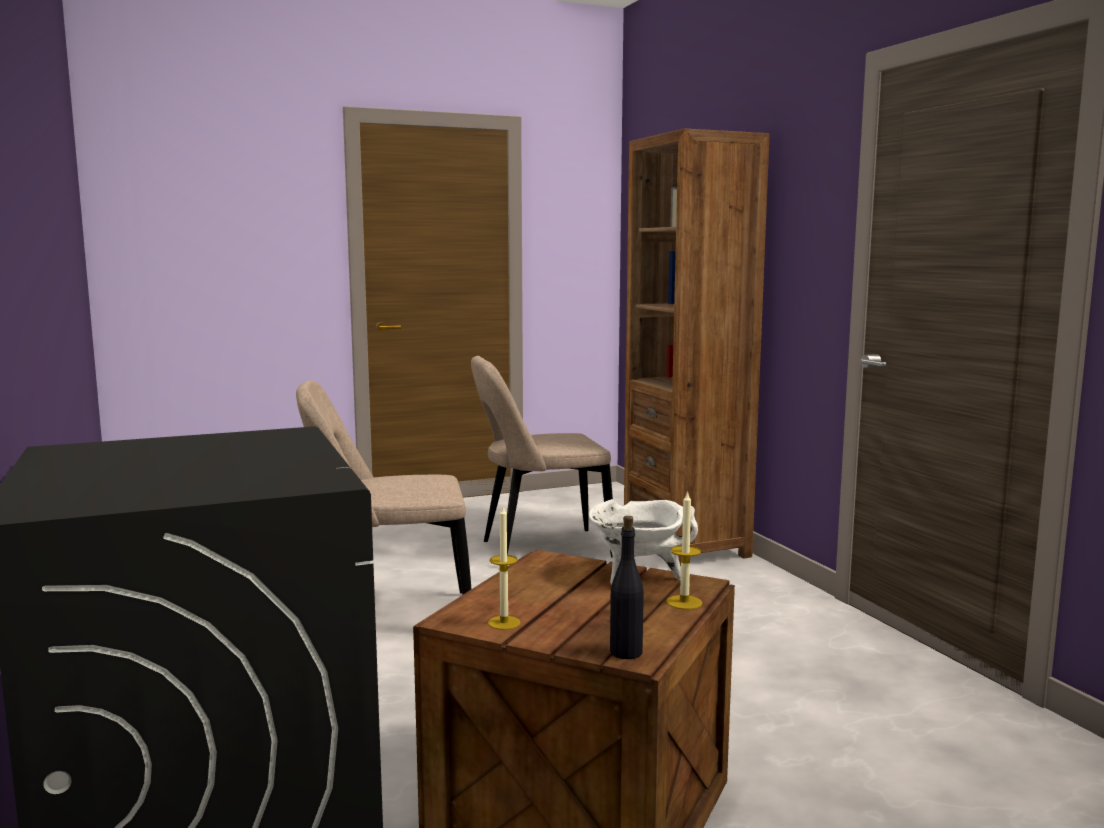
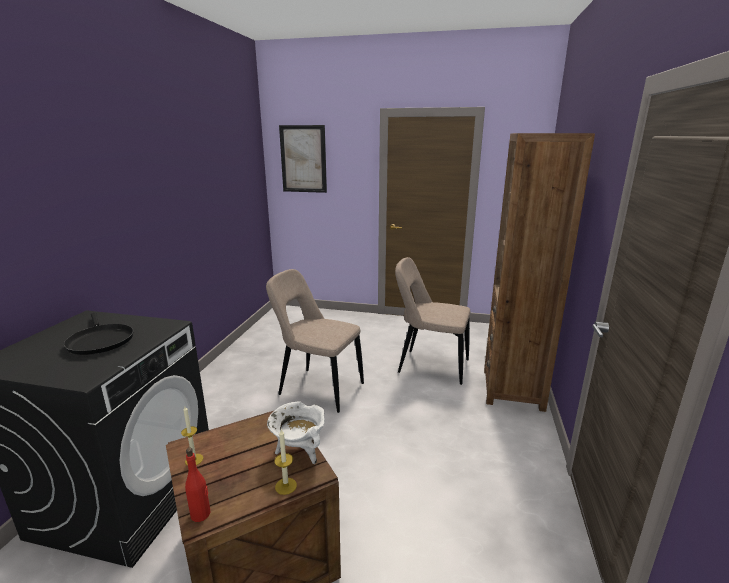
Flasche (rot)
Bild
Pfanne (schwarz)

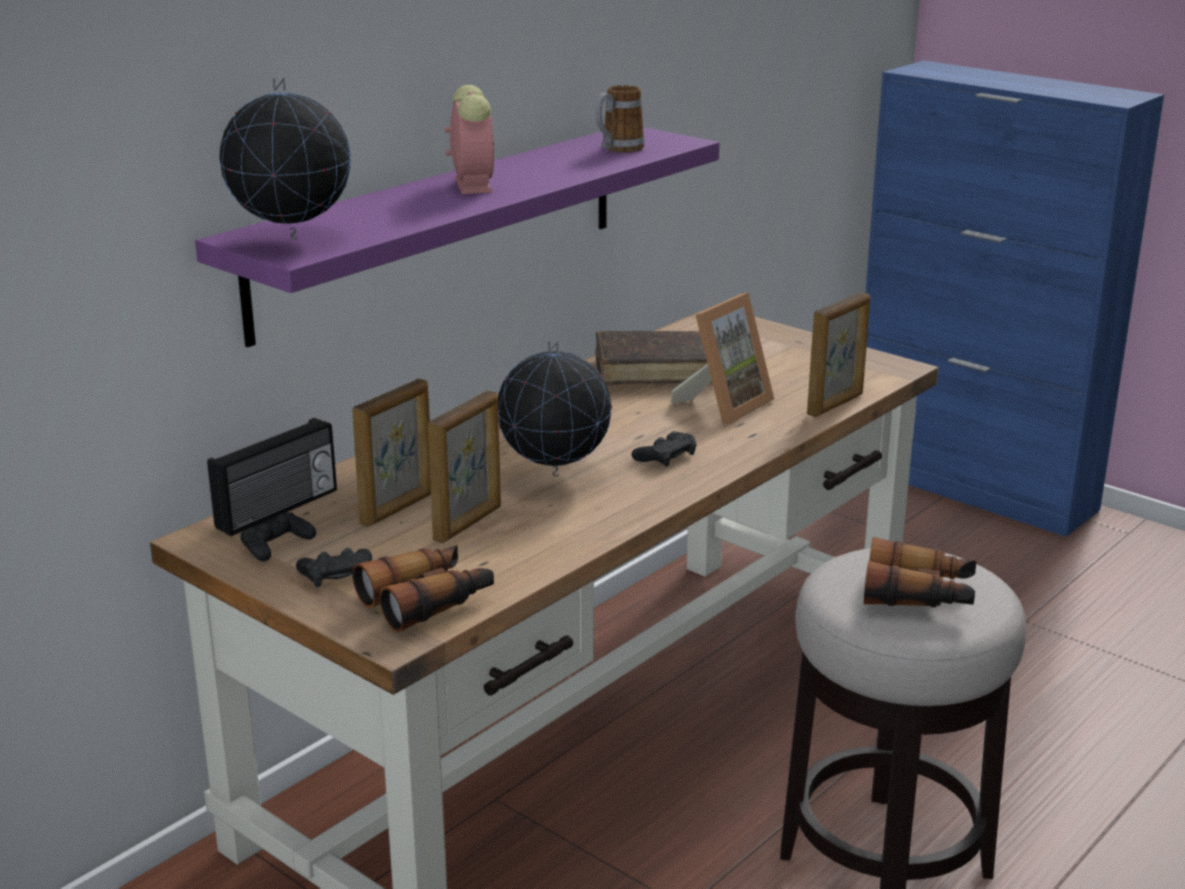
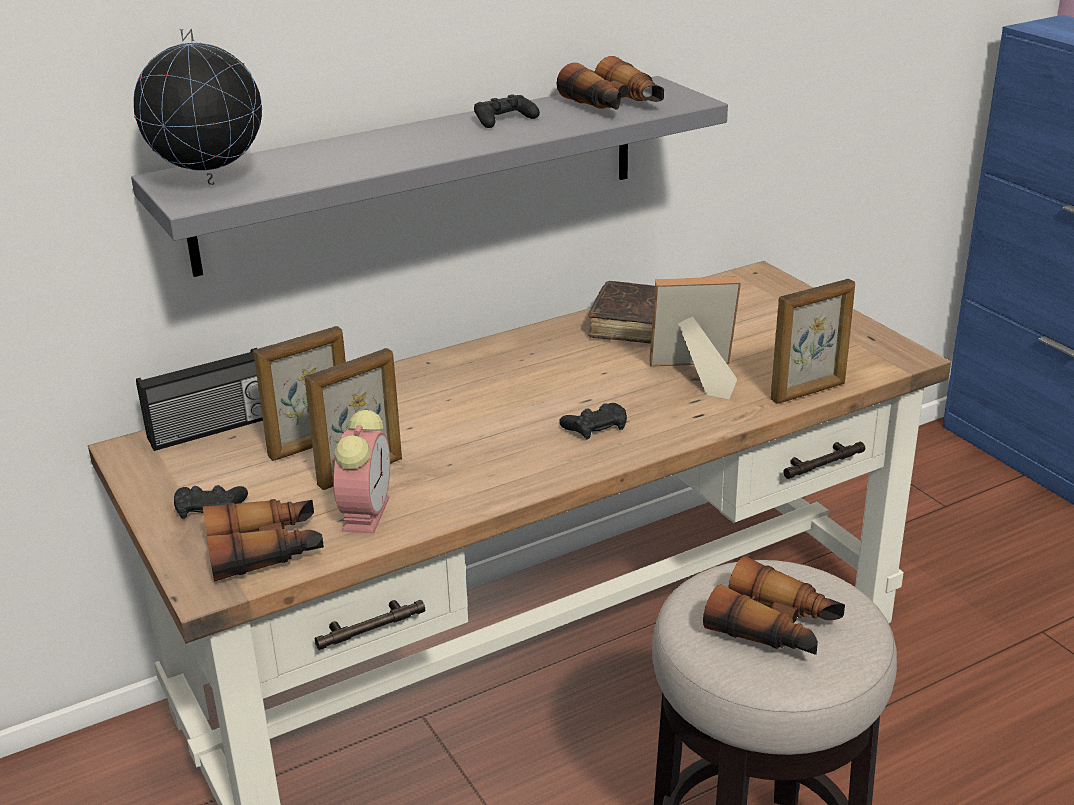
Wecker
Fernglas (2nd from left)
Wandregal (grau)
Bilderrahmen (3rd from left)
Globus (2nd from left in the first image)
Gamepad (schwarz) (2nd from left)

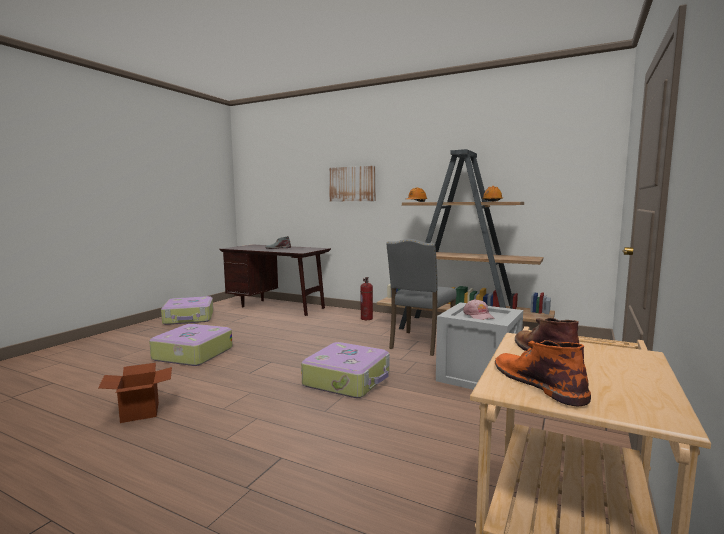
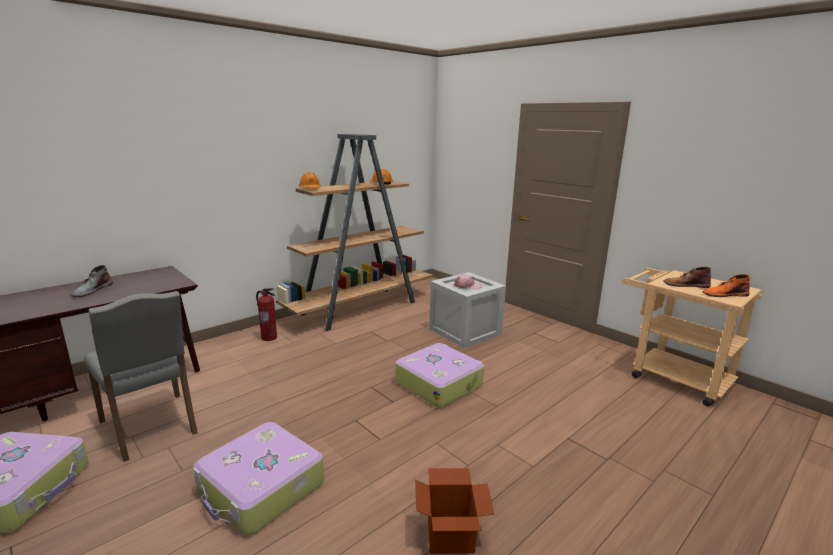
Bild
Stuhl (grau)

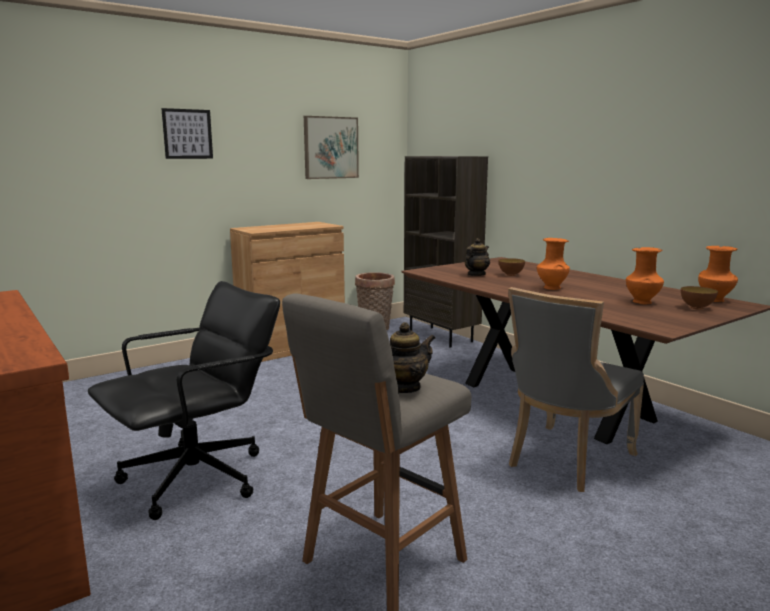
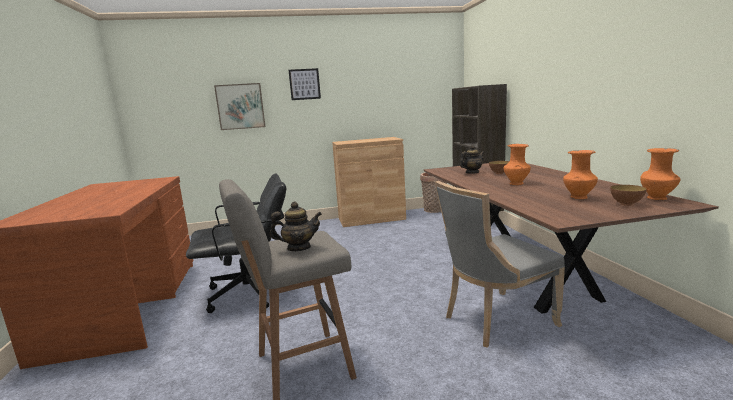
Bild (1st from left)

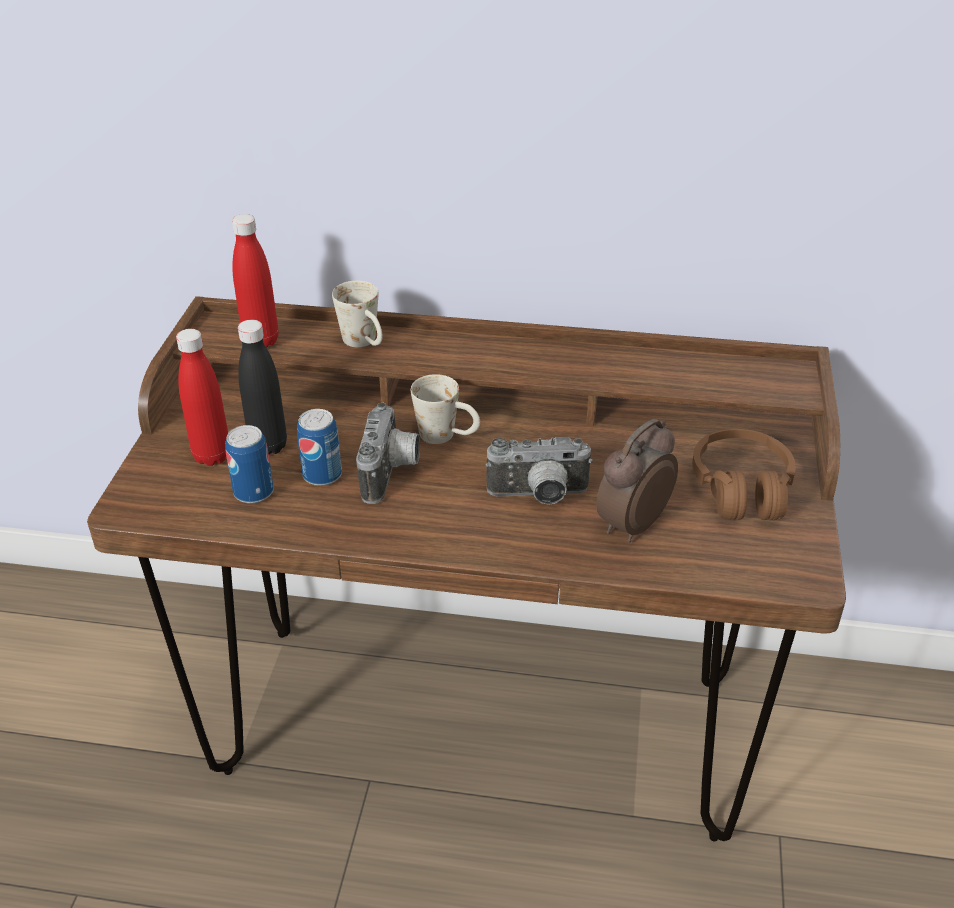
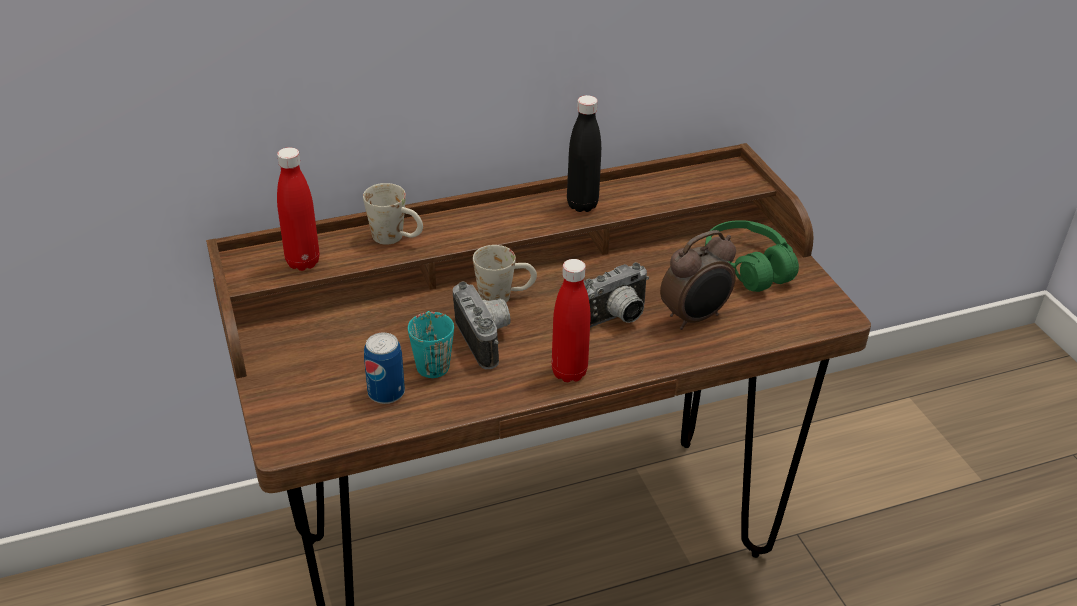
Flasche (schwarz)
Flasche (rot) (2nd from left)
Henkelbecher (türkis)
Wecker
Kopfhörer (grün)

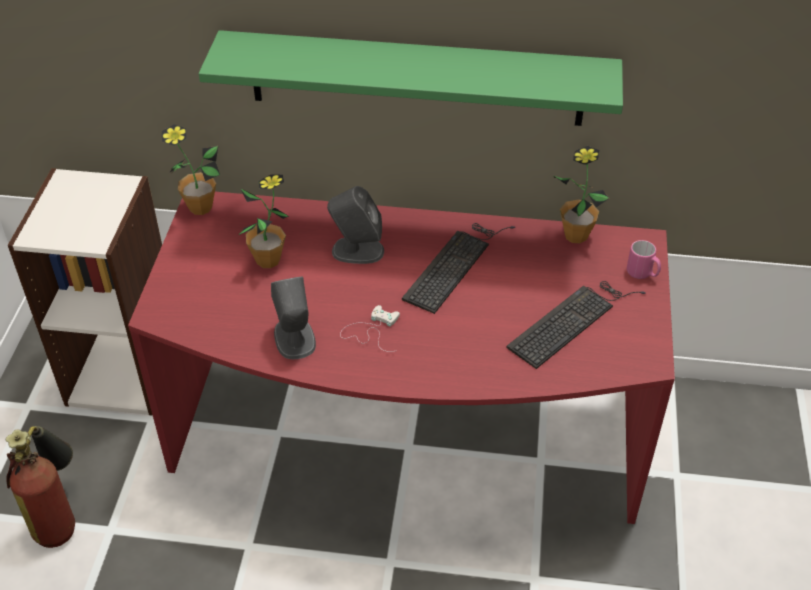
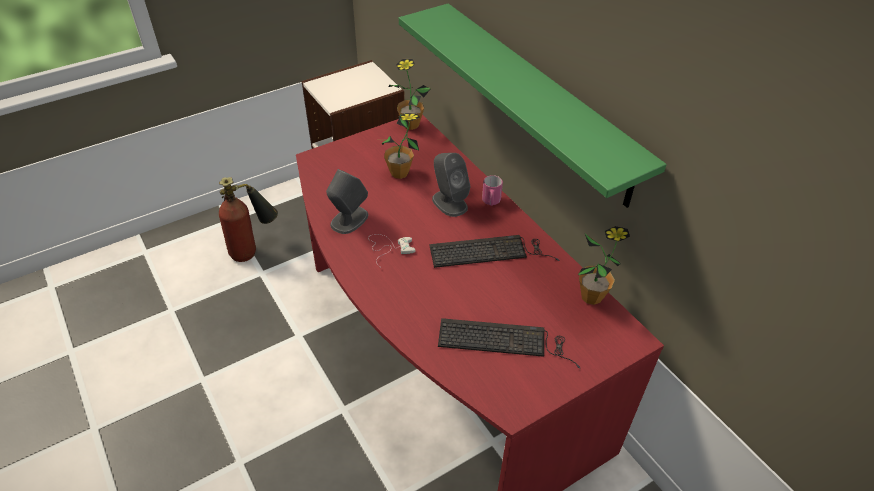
Henkelbecher (rosa)

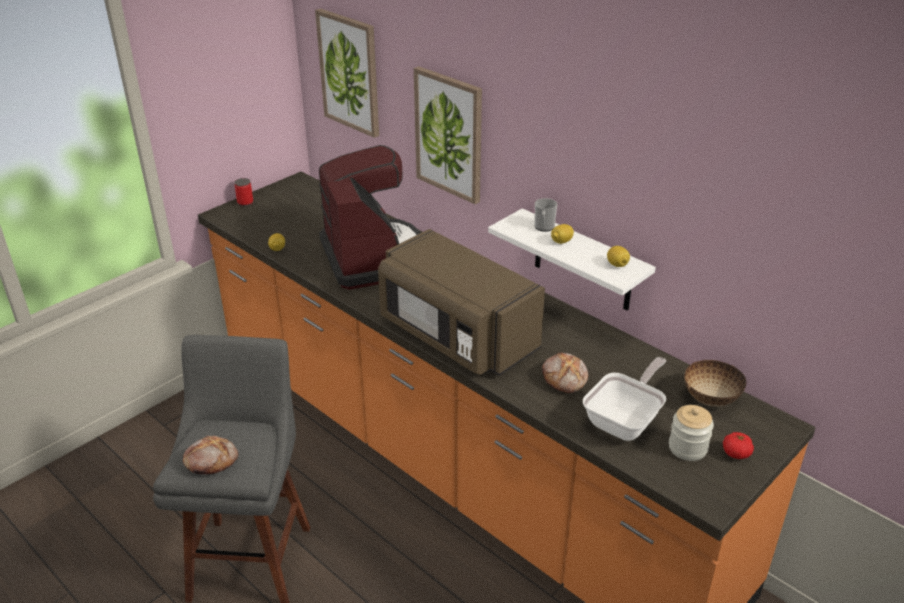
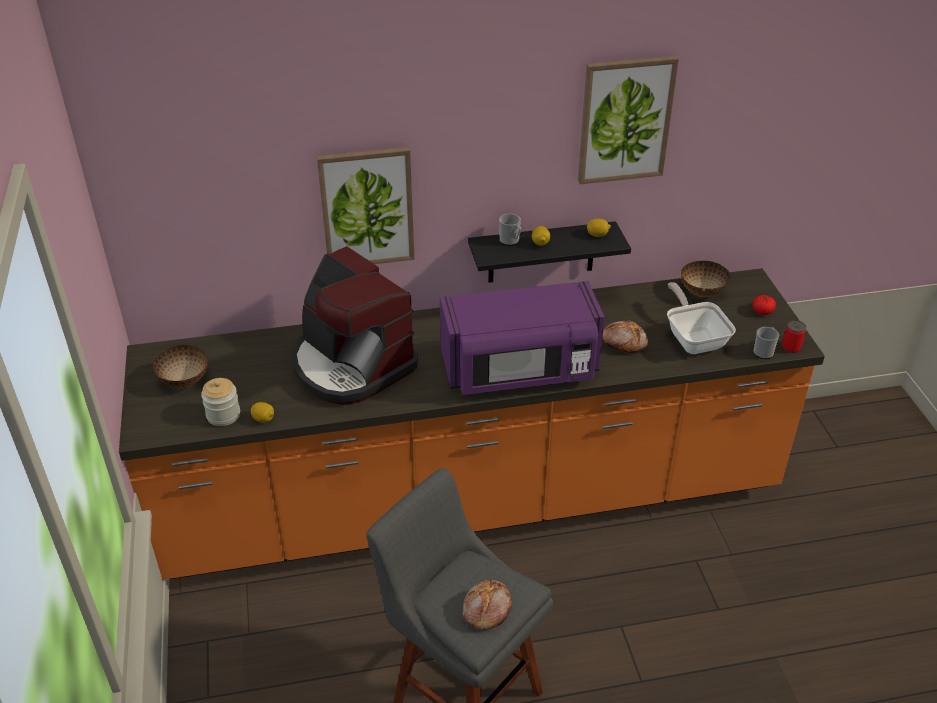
Bild (2nd from left)
Kaffeemaschine
Dose
Wandregal (schwarz)
Mikrowelle (lila)
Vorratsglas
Henkelbecher (2nd from left)
Schüssel (1st from left)

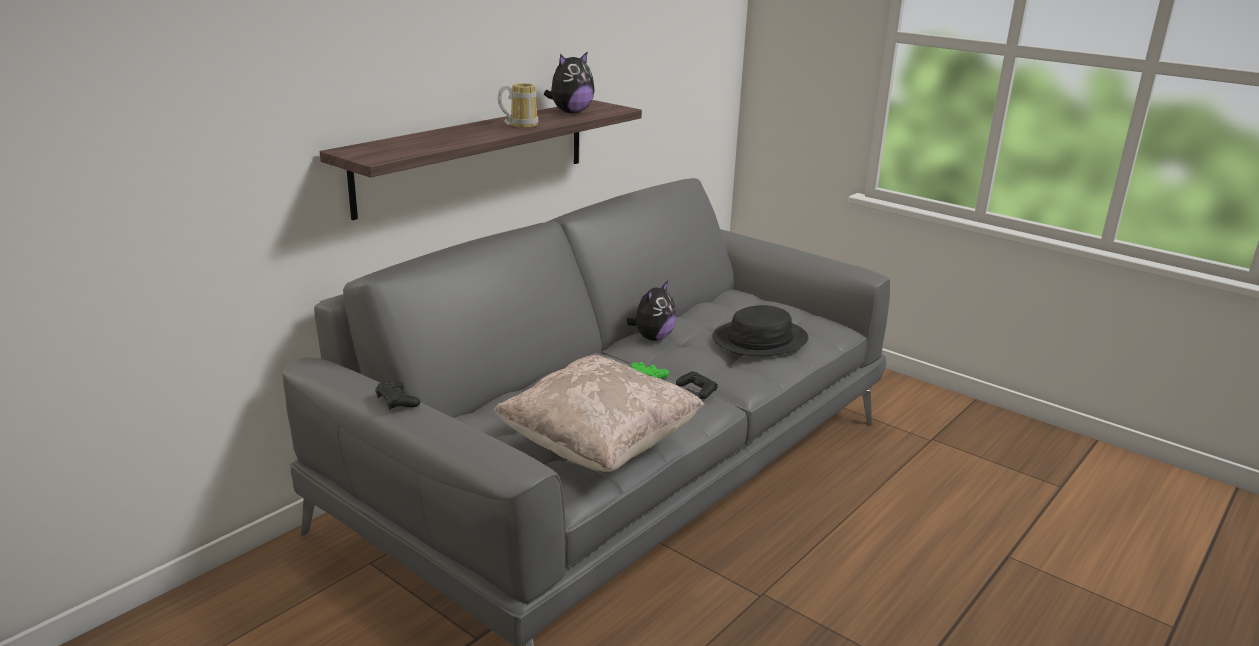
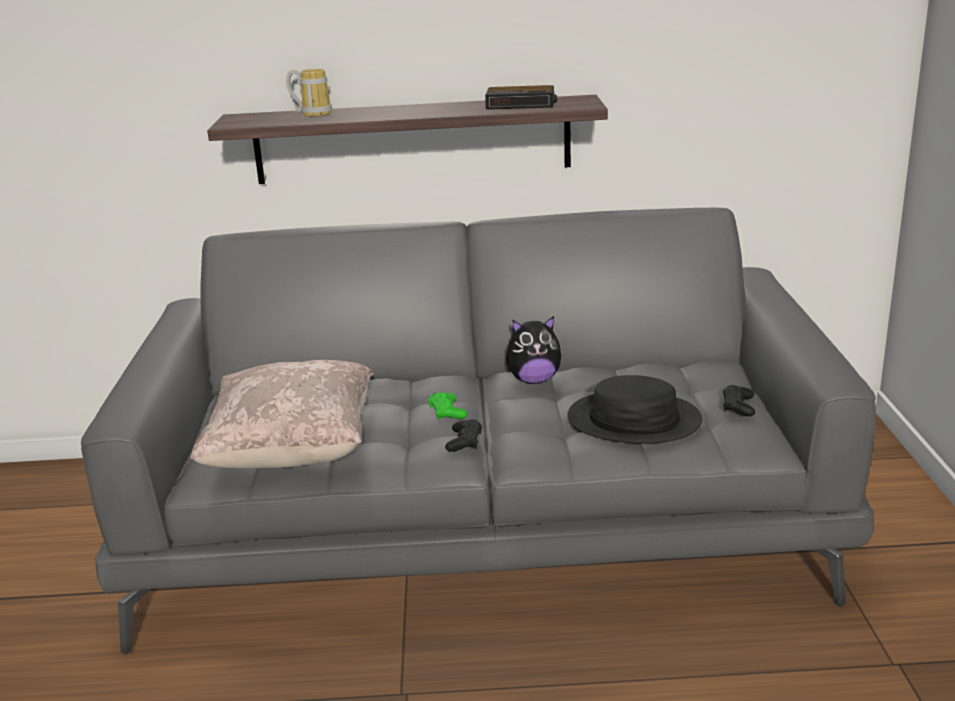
Wecker
Henkelbecher
Gamepad (schwarz) (2nd from left)

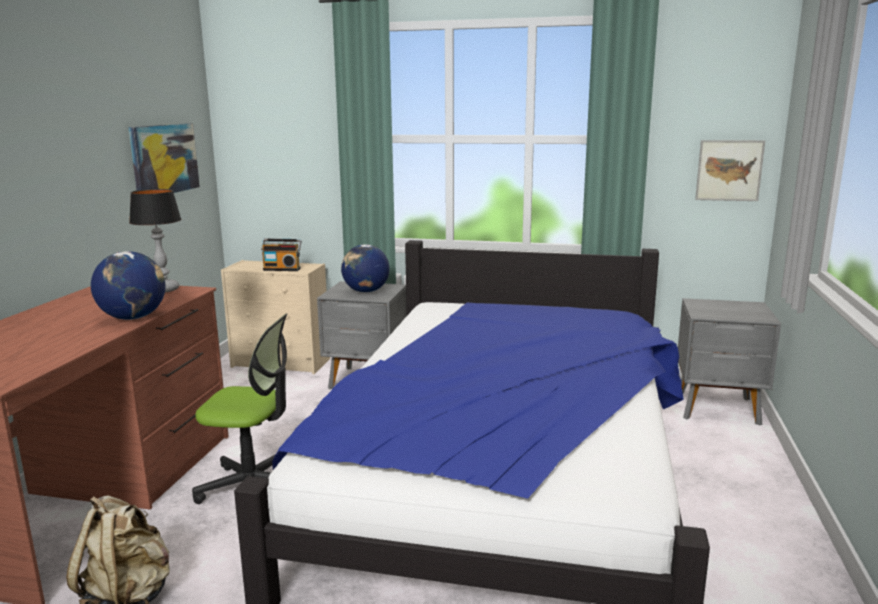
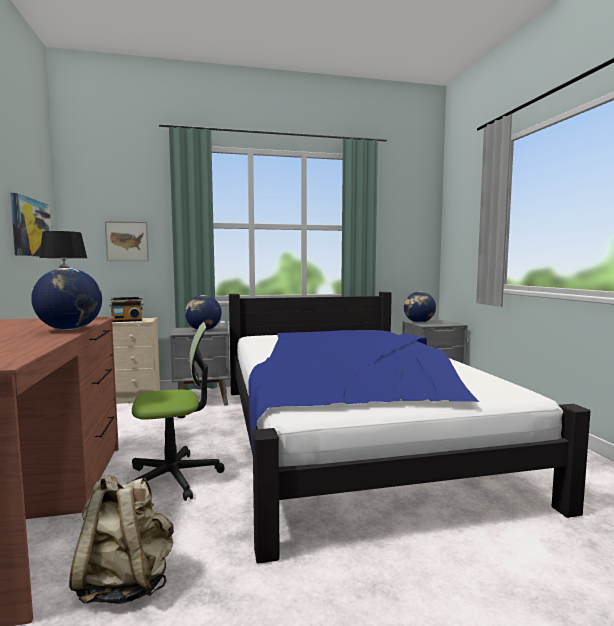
Bild (2nd from left)
Globus (3rd from left)

